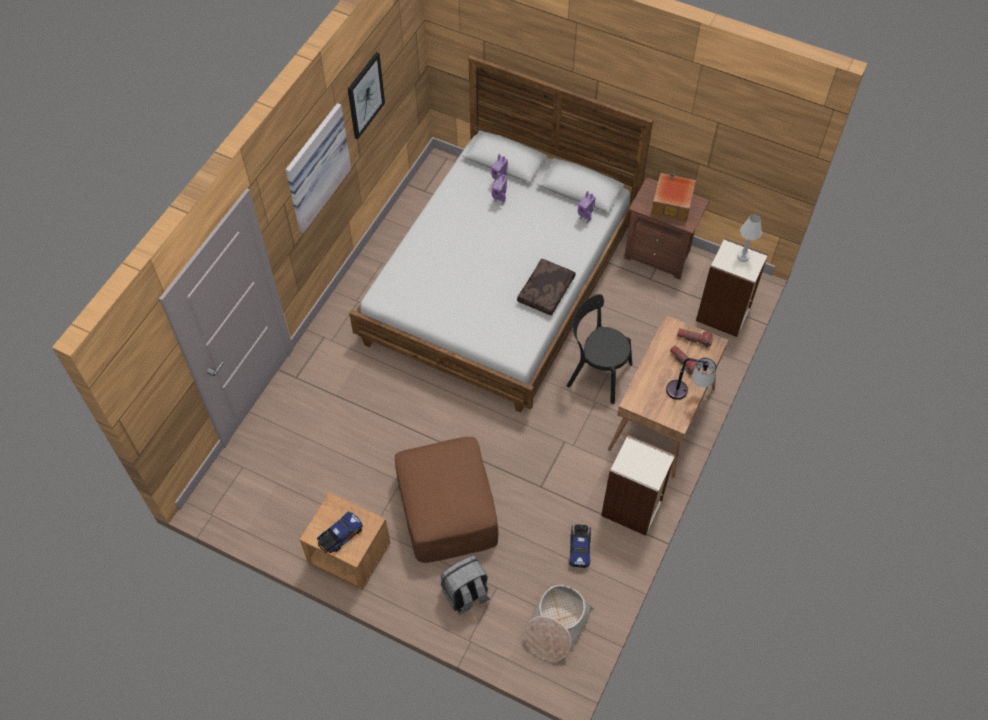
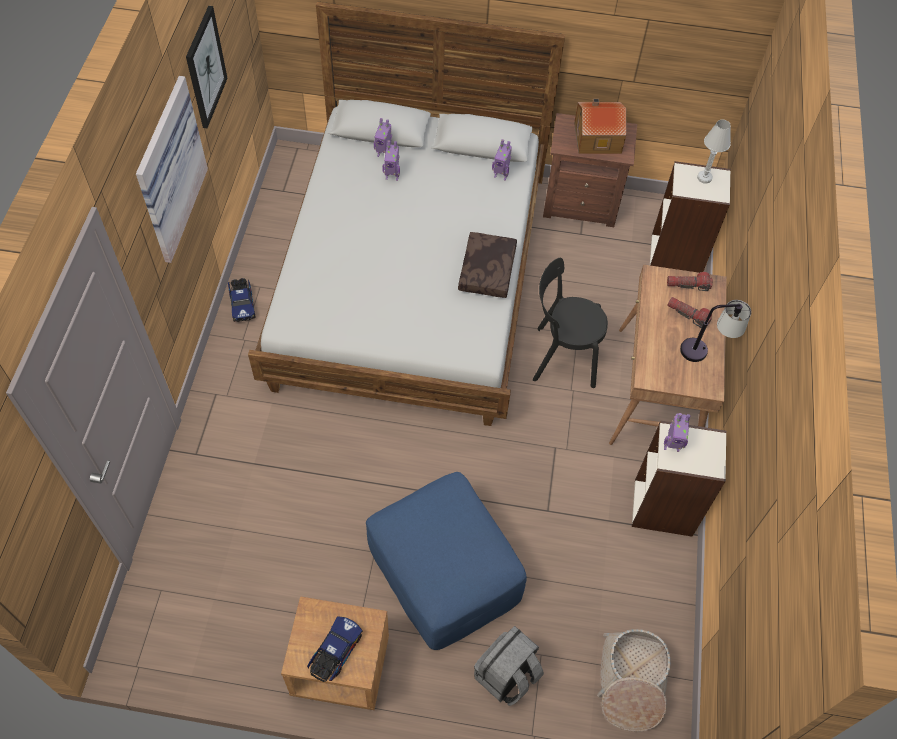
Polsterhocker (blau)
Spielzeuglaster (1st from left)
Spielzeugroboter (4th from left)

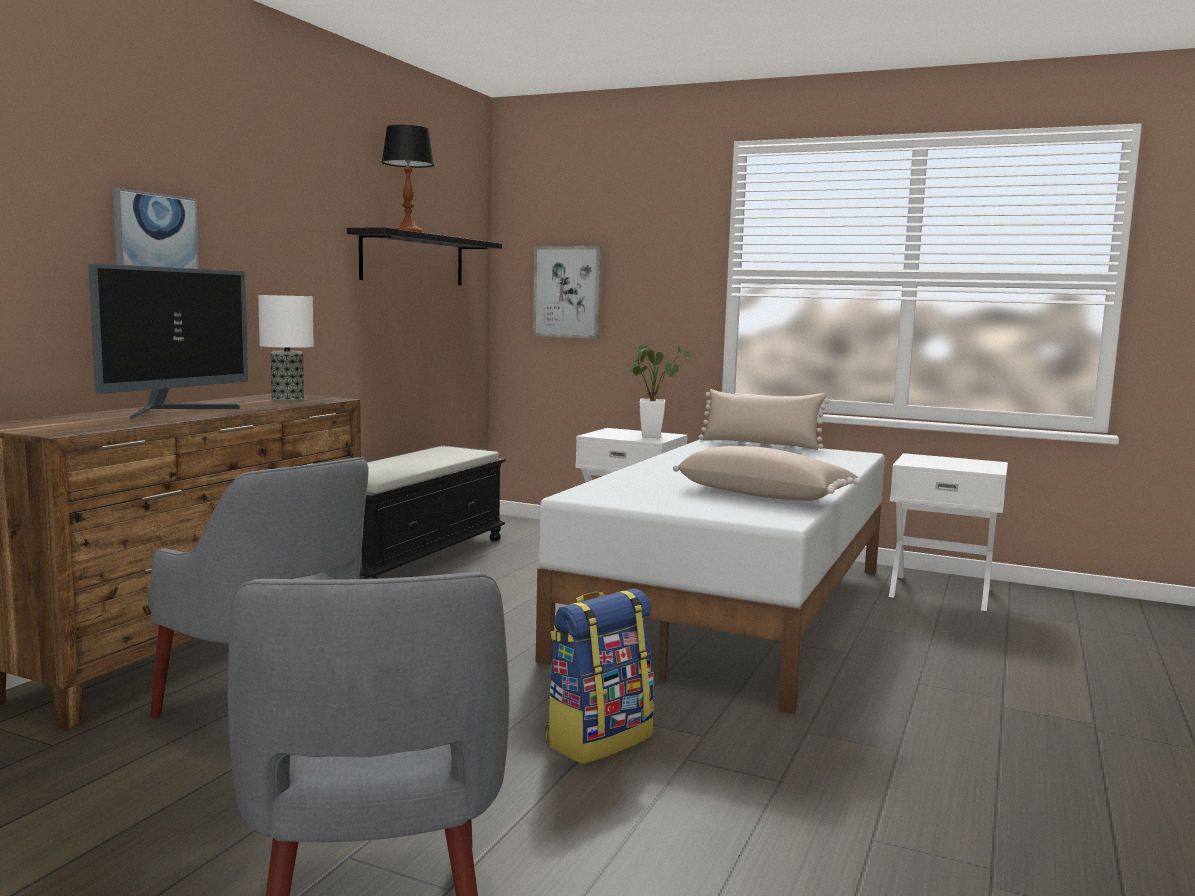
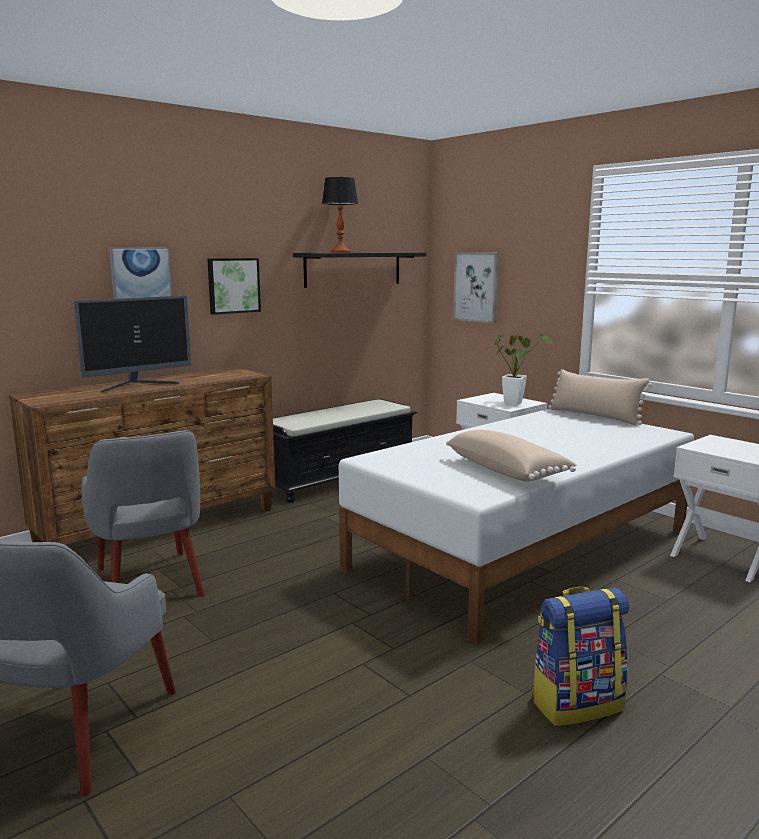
Tischlampe (1st from left in the first image)
Rucksack
Bild (2nd from left)

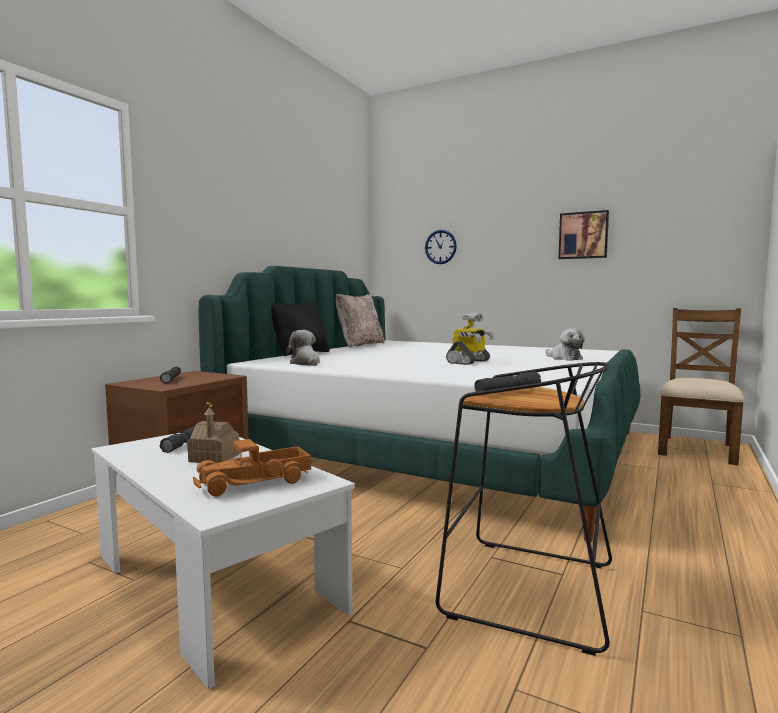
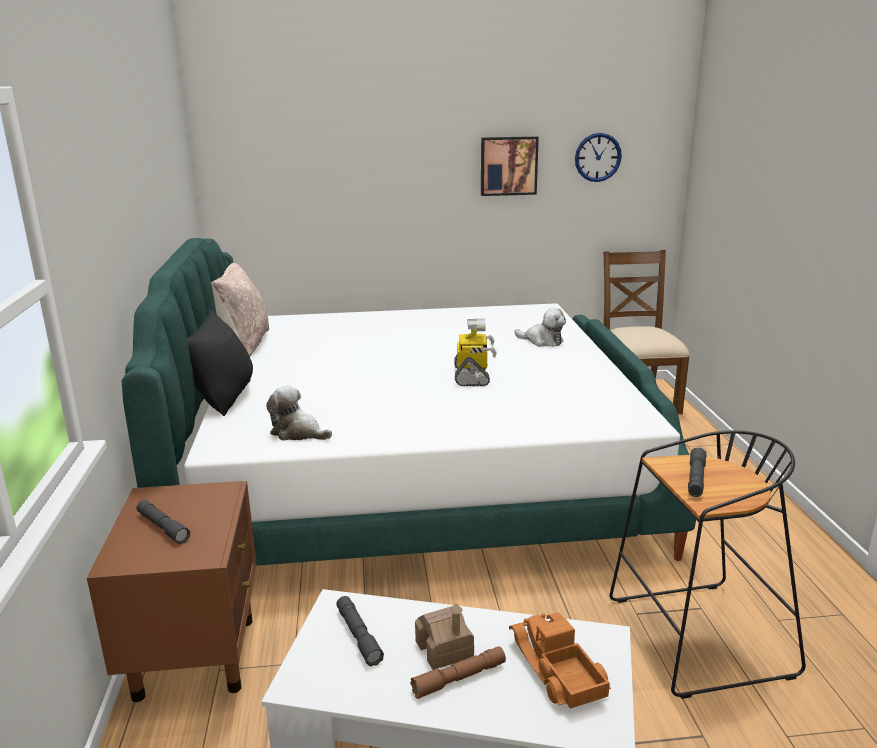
Wanduhr
Spielzeuglaster
Taschenlampe (braun)

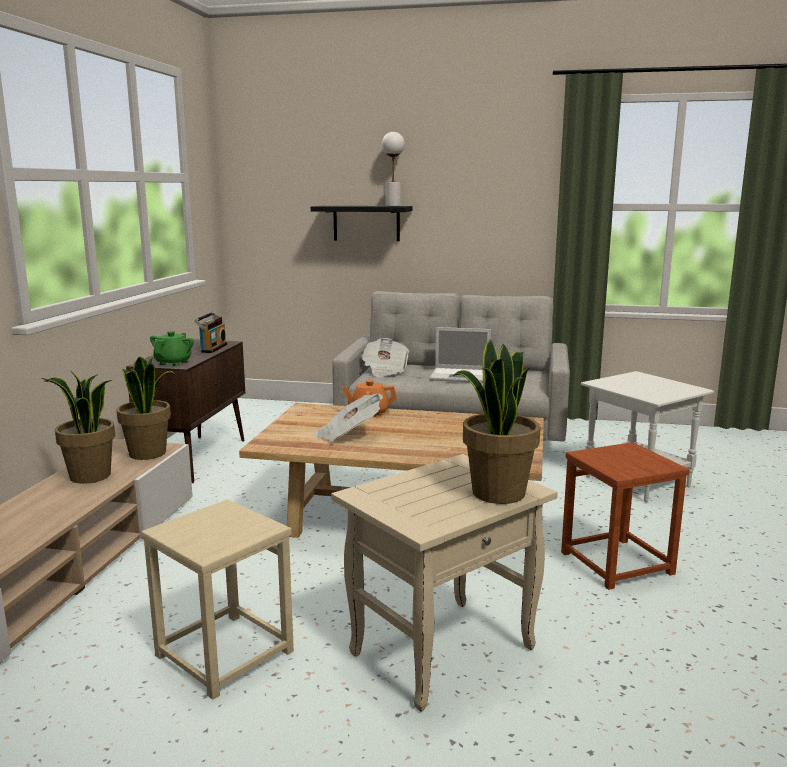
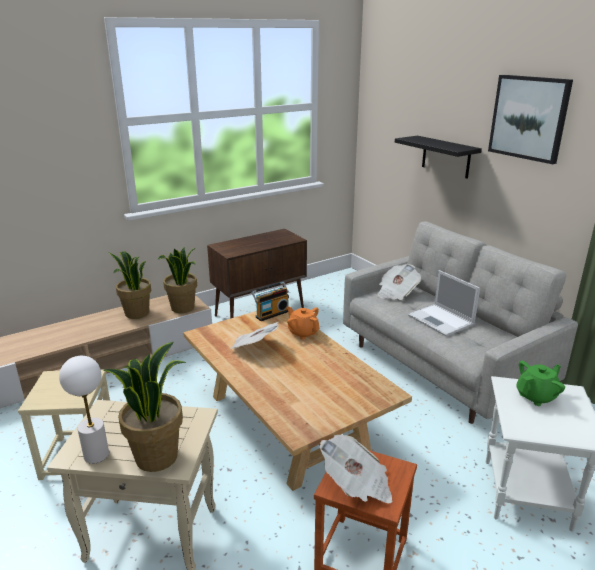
Tischlampe (weiß)
Radio
Teekanne (grün)
Bild
Zeitung (2nd from left)

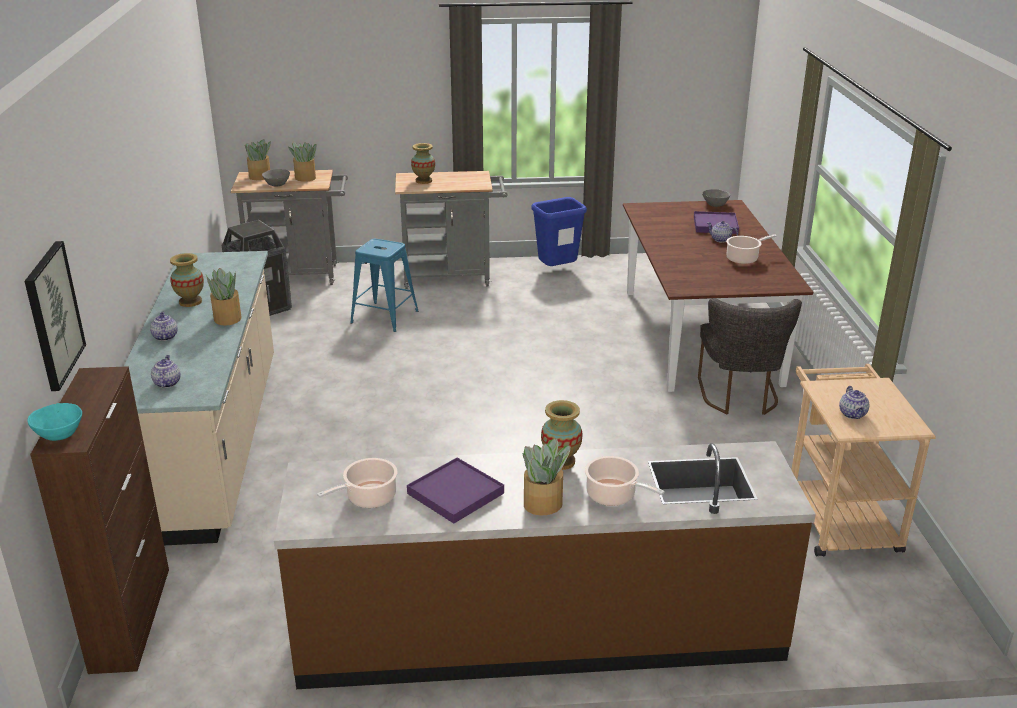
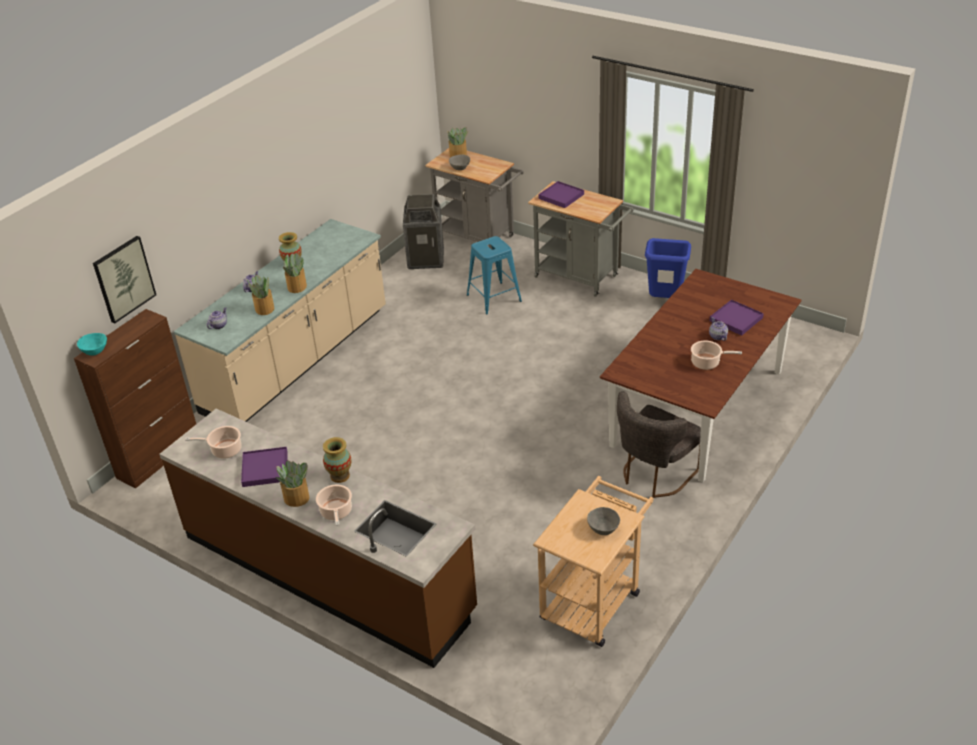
Topfpflanze (1st from left)
Tablett (lila) (2nd from left)
Schüssel (grau) (2nd from left)
Teekanne (4th from left in the first image)

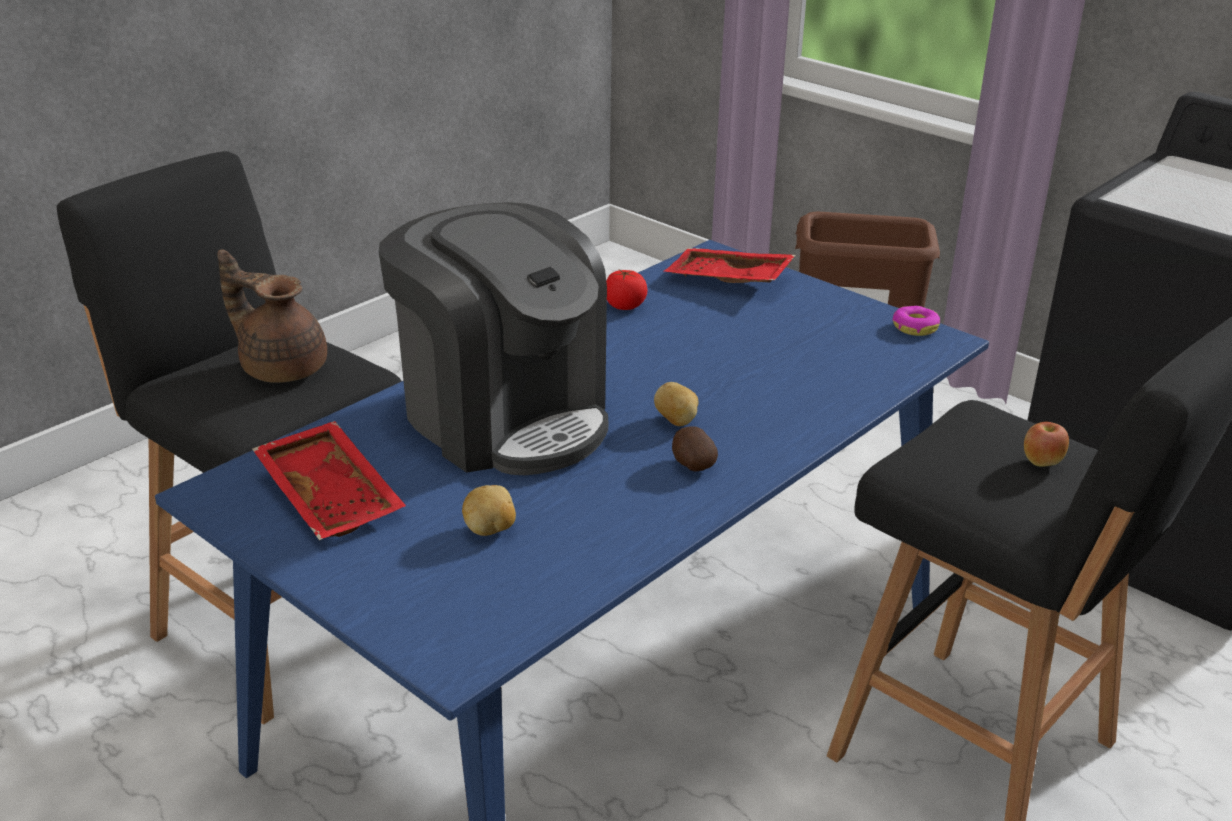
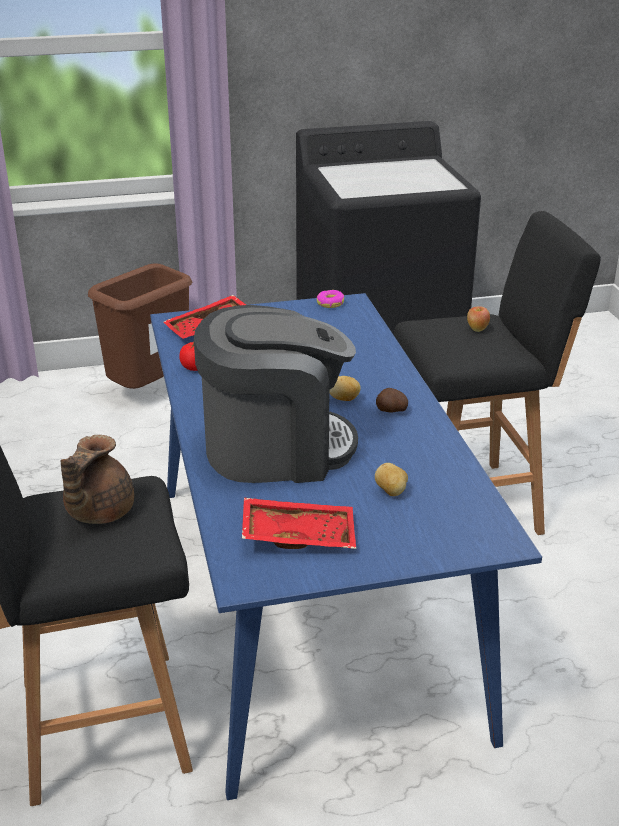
Teekanne (braun)

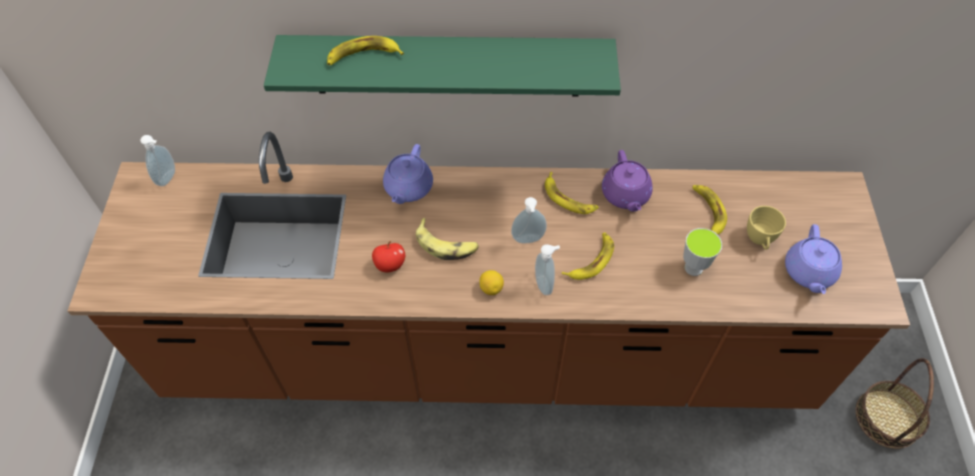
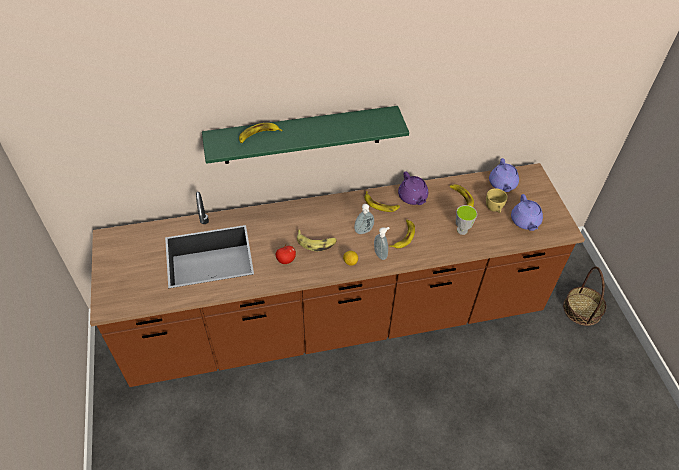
Seifenspender (1st from left in the first image)
Teekanne (lila) (2nd from left)

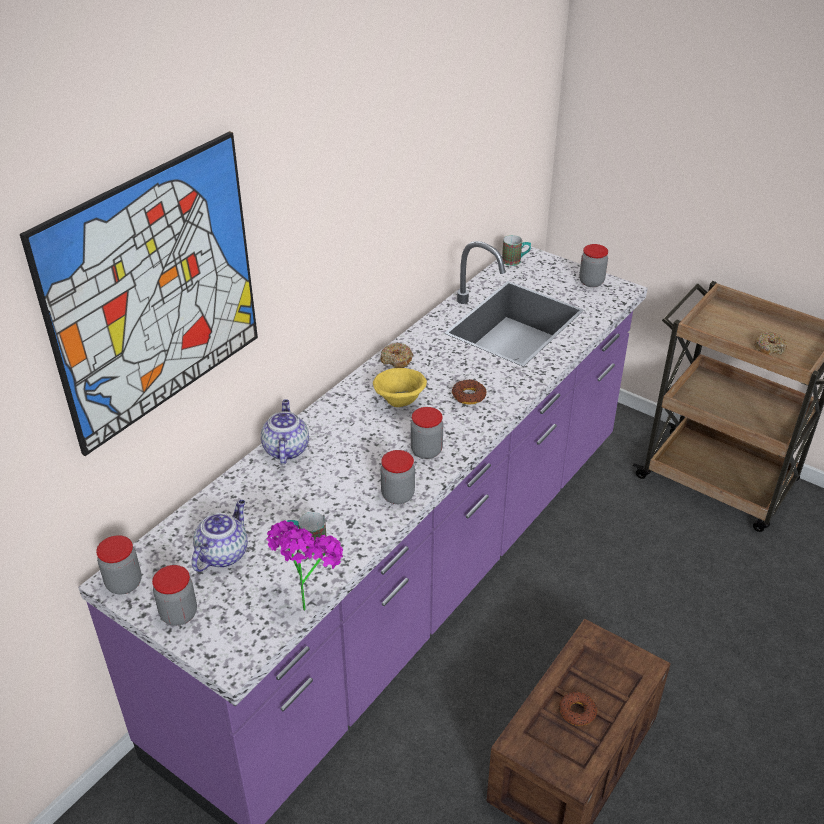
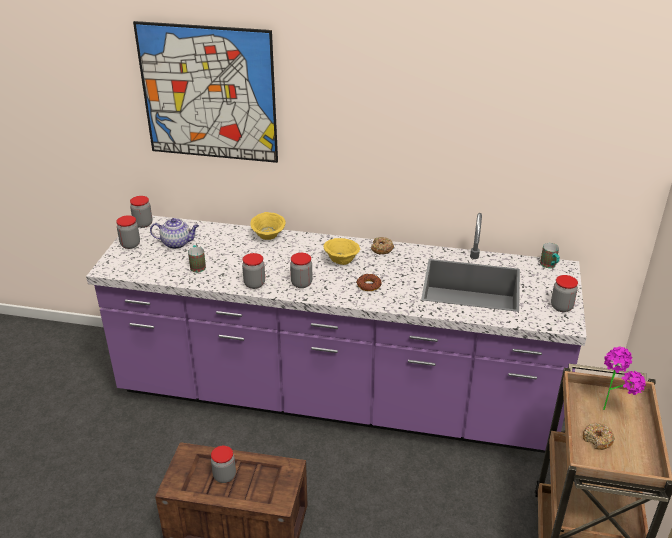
Schüssel (gelb) (1st from left)
Topfpflanze
Vorratsglas (3rd from left)

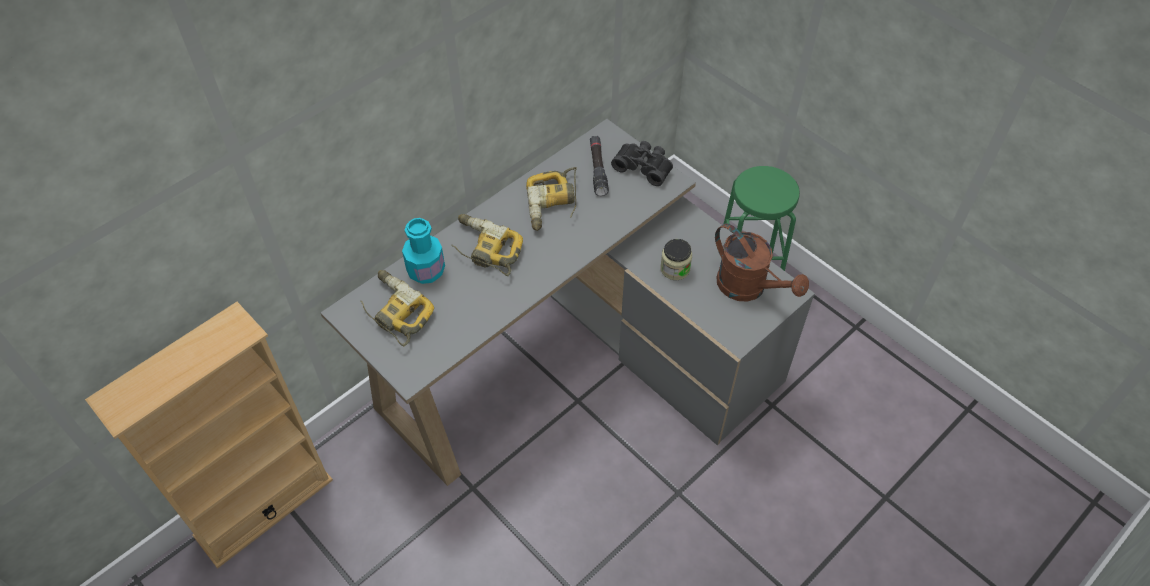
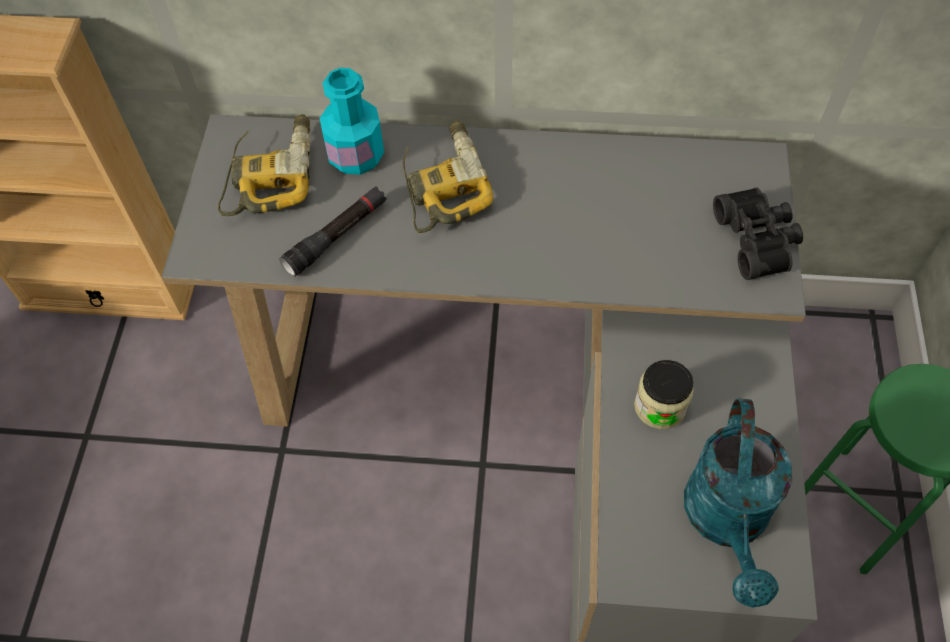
Taschenlampe (schwarz)
Bohrmaschine (3rd from left in the first image)
Gießkanne (türkis)

